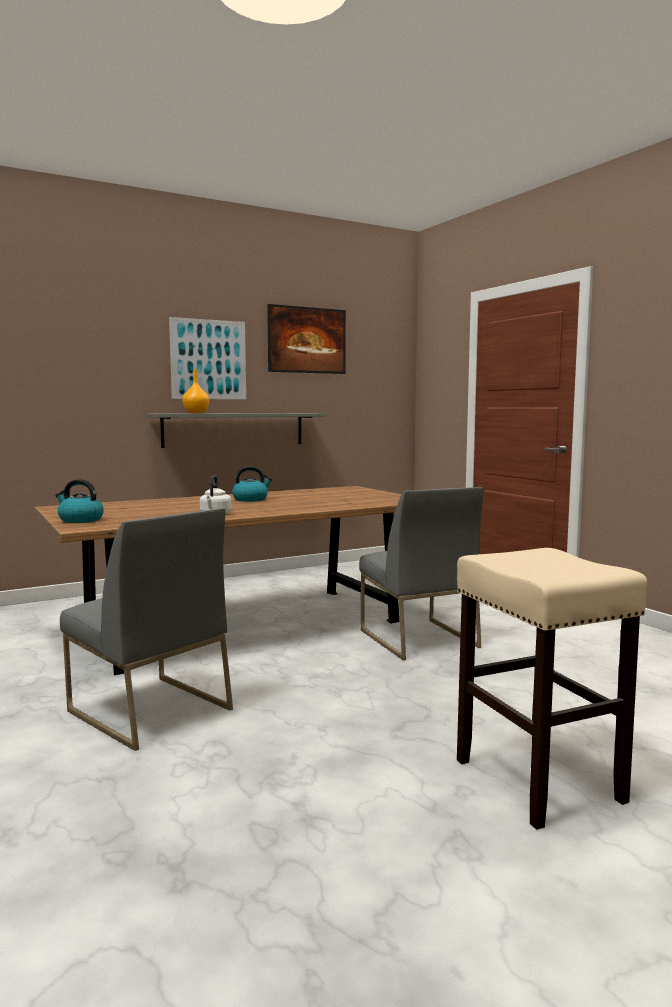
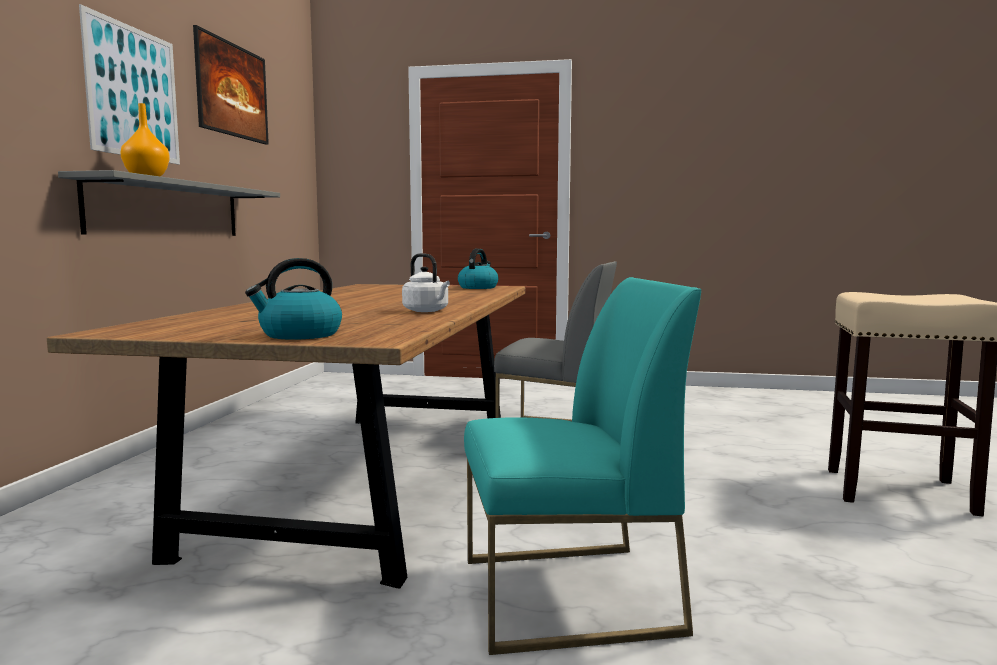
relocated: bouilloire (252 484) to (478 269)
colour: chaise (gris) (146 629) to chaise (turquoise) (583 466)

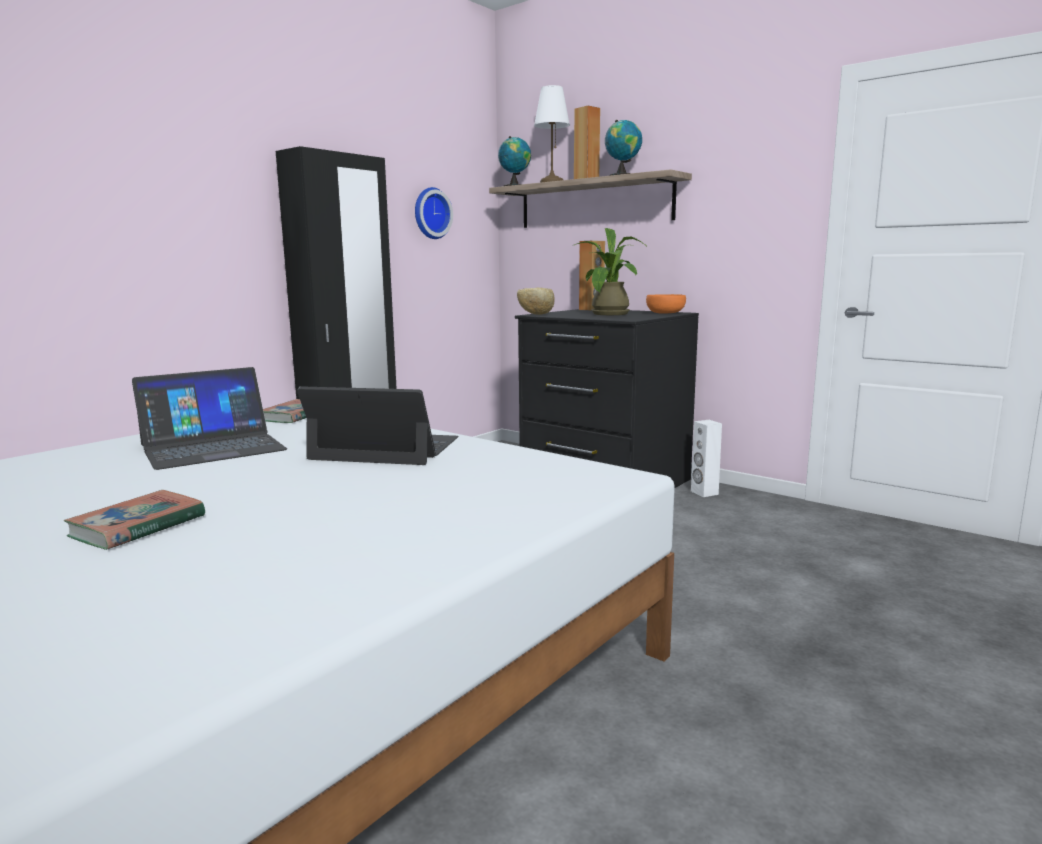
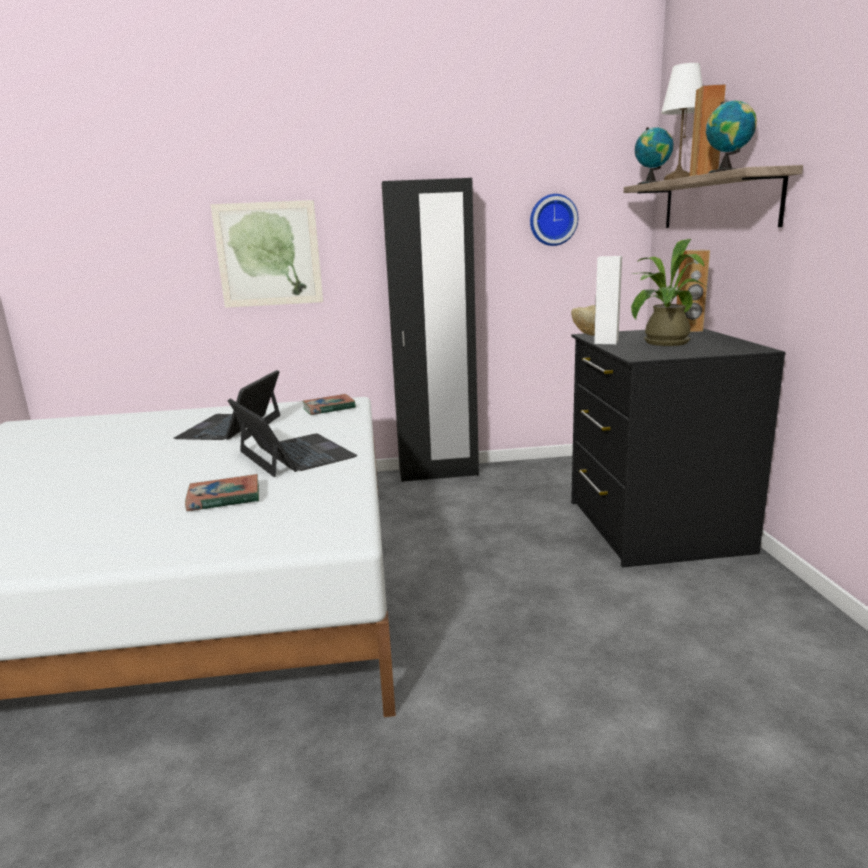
missing: bol (orange) (666 304)
appeared: tableau (267 254)
relocated: livre (134 520) to (222 492); enceinte (blanc) (706 458) to (608 300)
spun: ordinateur portable (209 418) = (227 405) 90 degrees clockwise

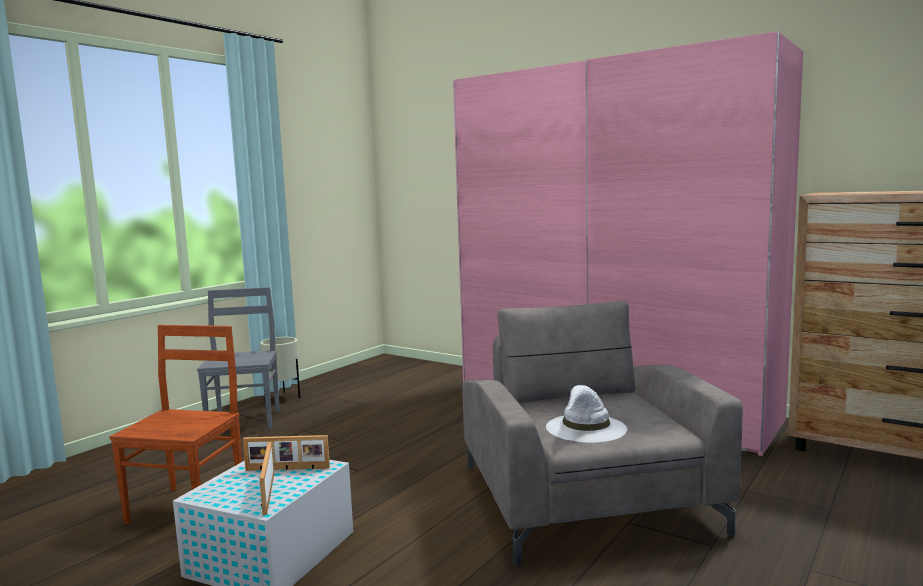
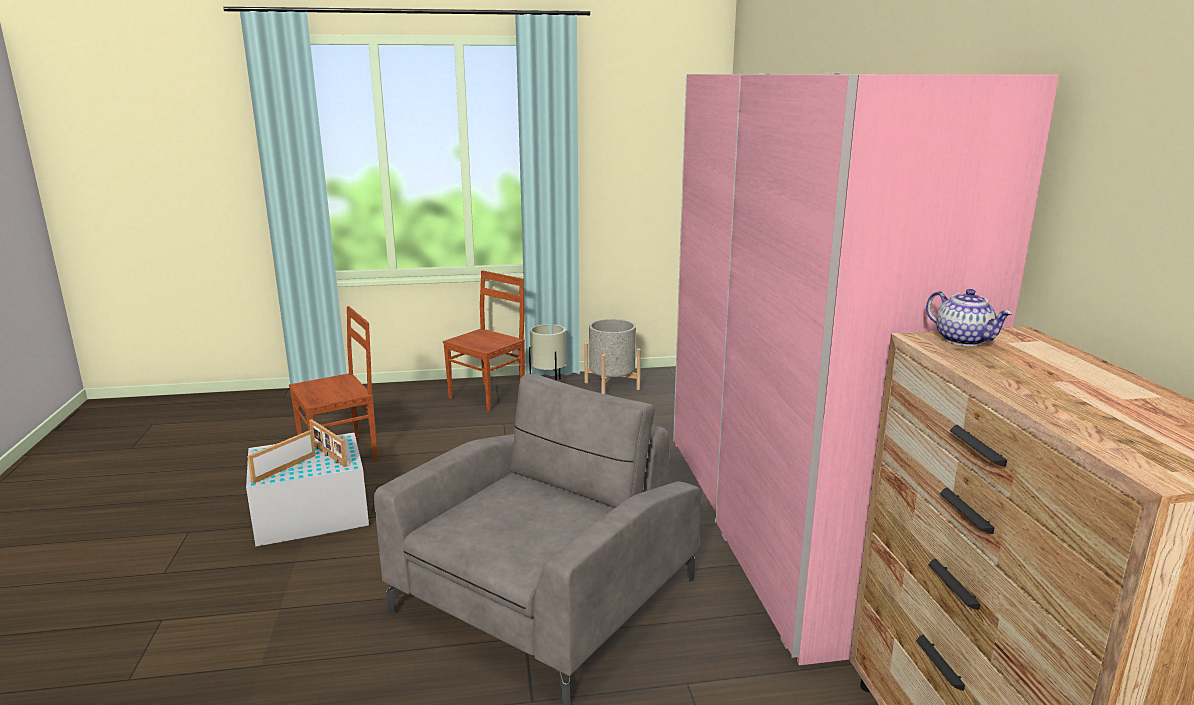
missing: chapeau (blanc) (586 414)
appeared: cache-pot (gris) (612 356); théière (969 317)
colour: chaise (gris) (238 358) to chaise (marron) (484 341)

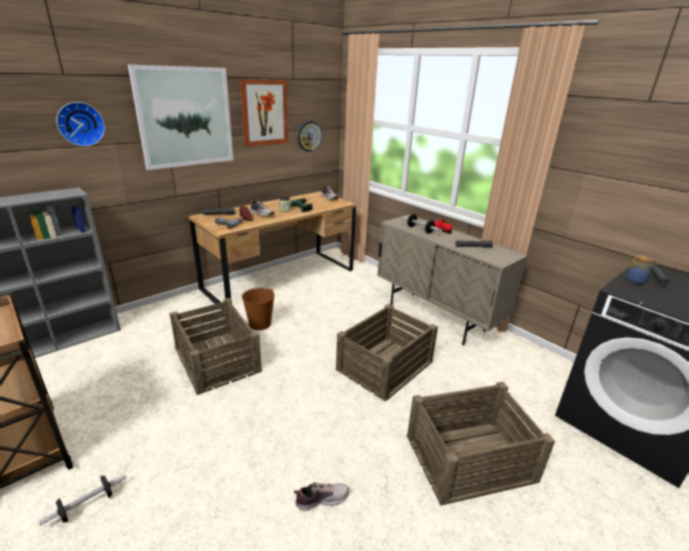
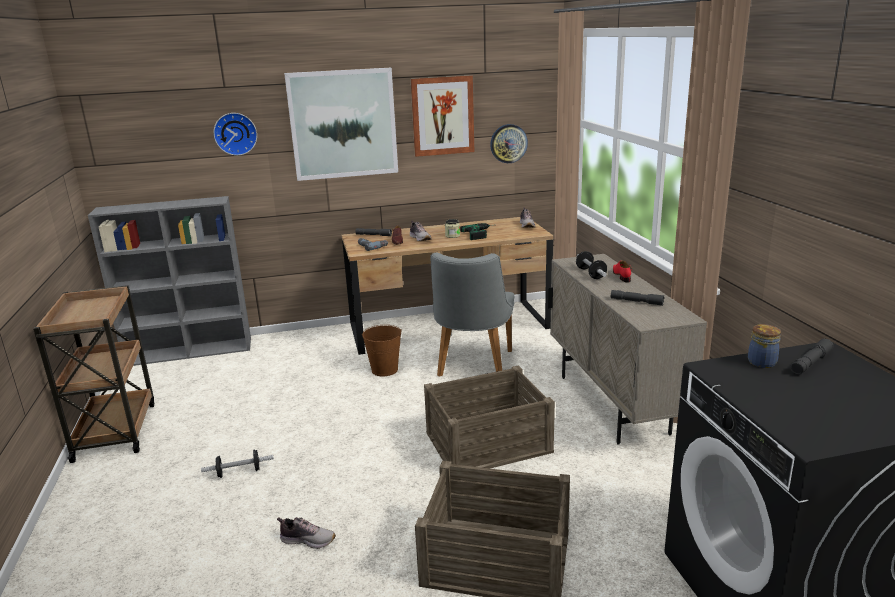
missing: caisse (215 346)
appeared: chaise (gris) (472 315)
relocated: haltère (82 499) to (237 464)

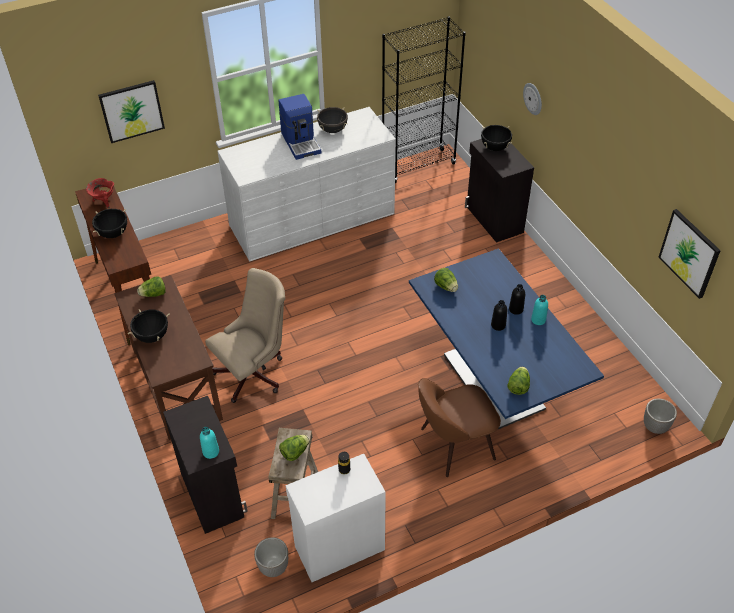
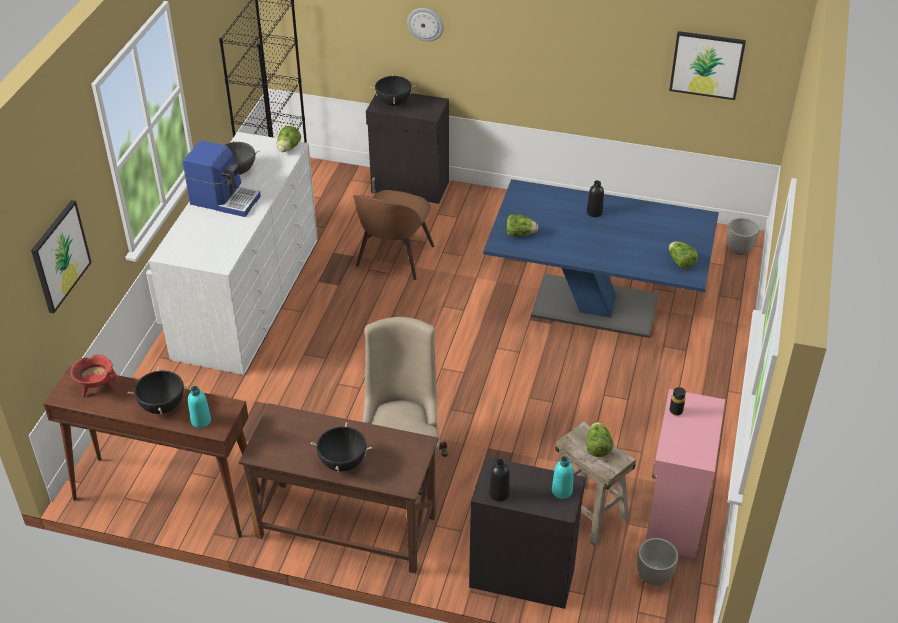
relocated: bouteille (turquoise) (539 310) to (199 407); laitue (151 286) to (289 139); chaise (marron) (459 427) to (394 235); bouteille (noir) (499 315) to (499 480)
colour: meuble de rangement (blanc) (336 518) to meuble de rangement (rose) (685 473)

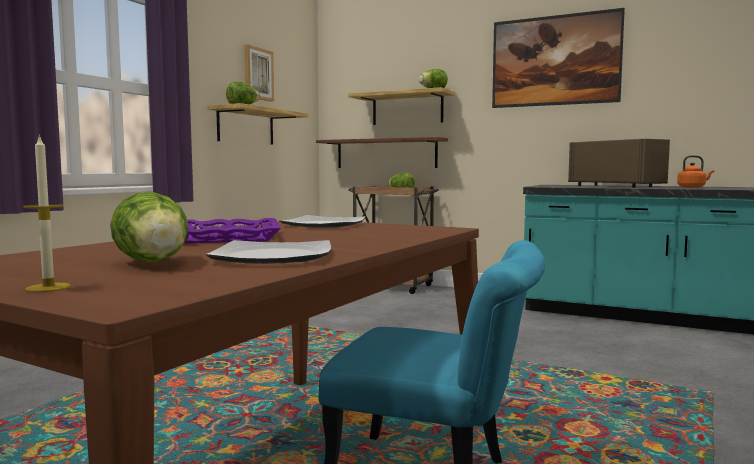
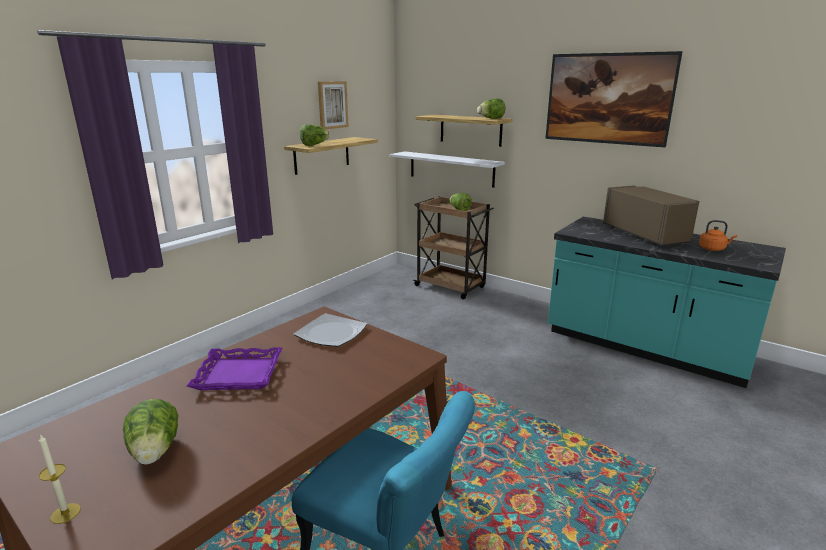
missing: assiette (268 252)
colour: étagère (marron) (382 152) to étagère (blanc) (447 169)

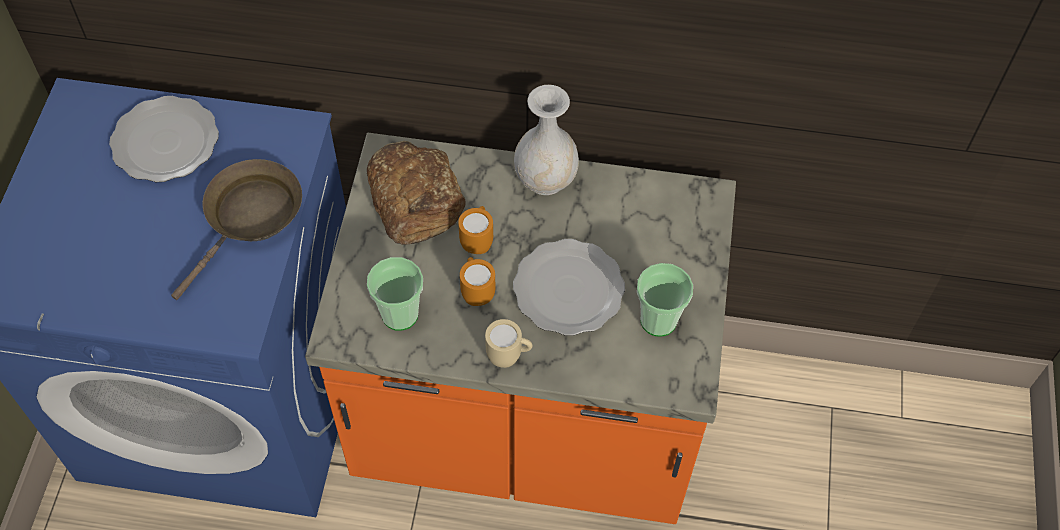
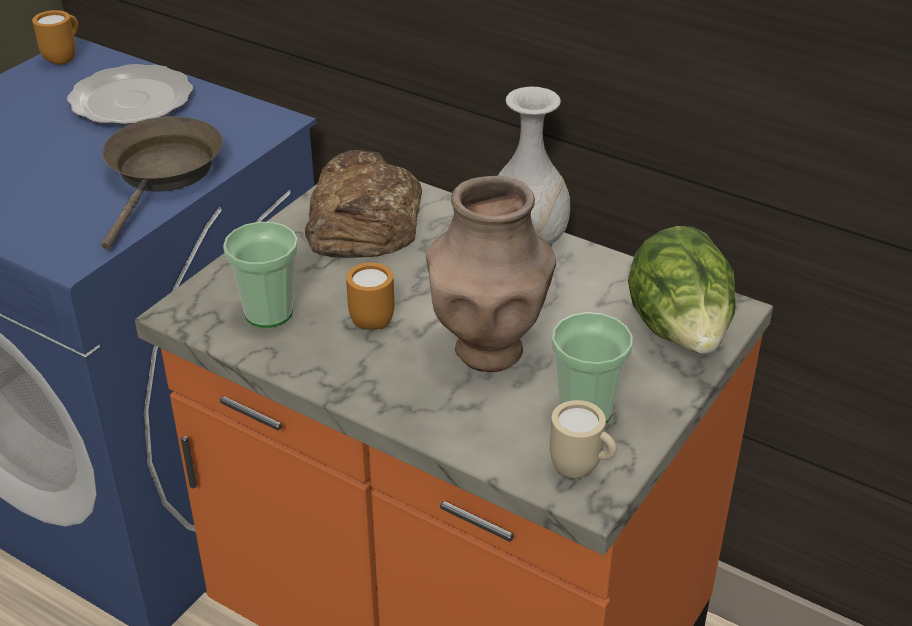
appeared: laitue (682 290)
relocated: mug (orange) (475 230) to (55 37); mug (beige) (509 343) to (583 439)
exchanged: assiette (569 287) to vase (marron) (491 274)
spun: poêle (marron) (236 229) = (162 183) 45 degrees counterclockwise

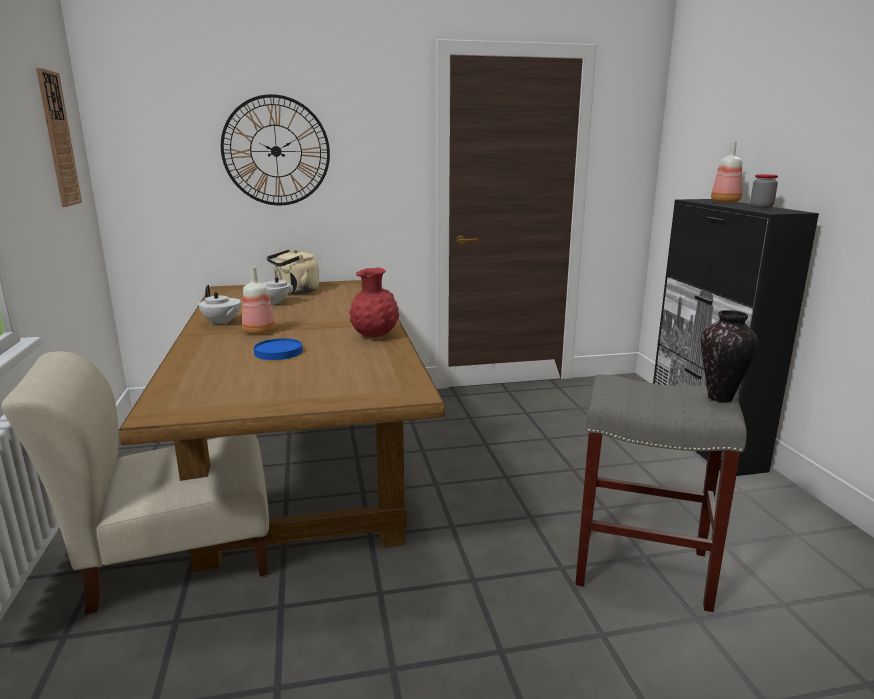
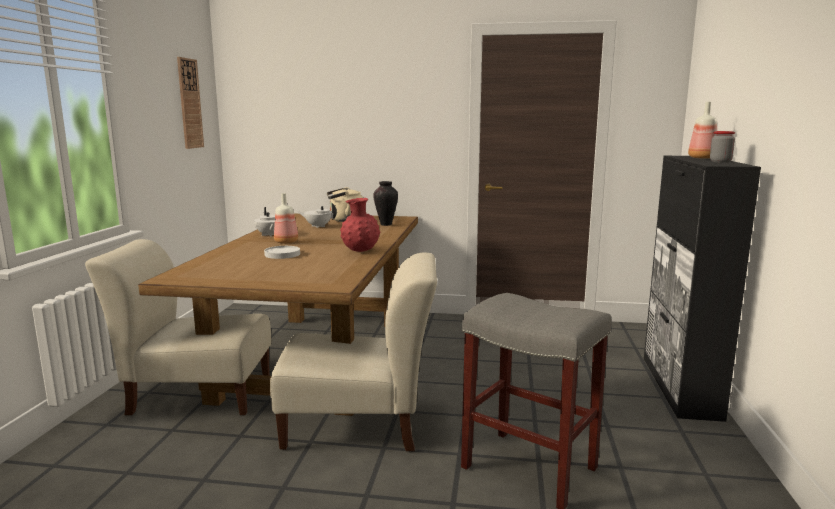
missing: horloge murale (275 150)
appeared: chaise (beige) (353 352)
relocated: vase (729 356) to (385 203)
colour: assiette (bleu) (278 349) to assiette (blanc) (282 252)

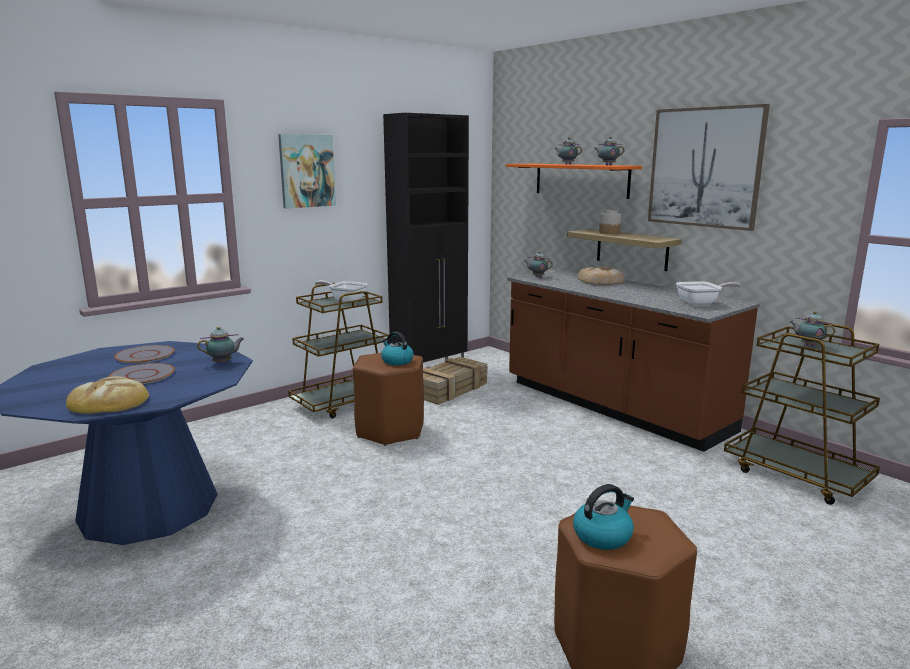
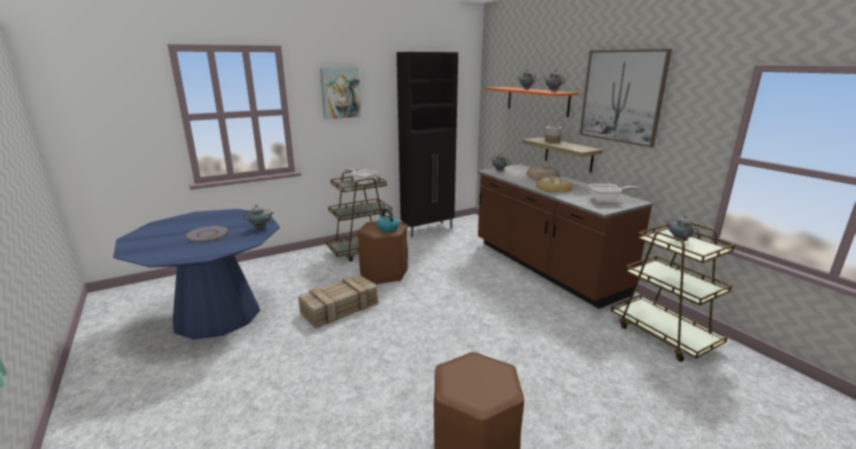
missing: assiette (gris) (144 354); bouilloire (603 517)
relocated: caisse (455 381) to (338 301); pain (107 395) to (554 184)

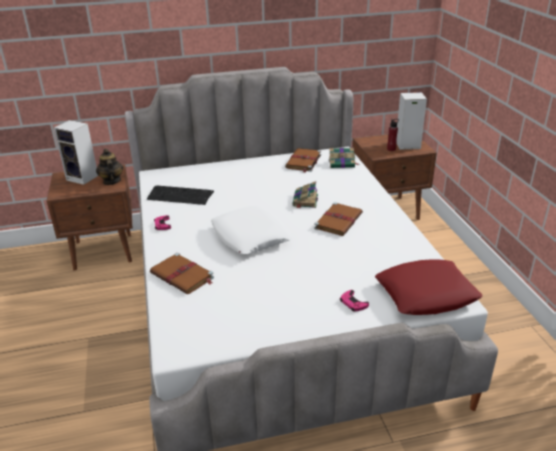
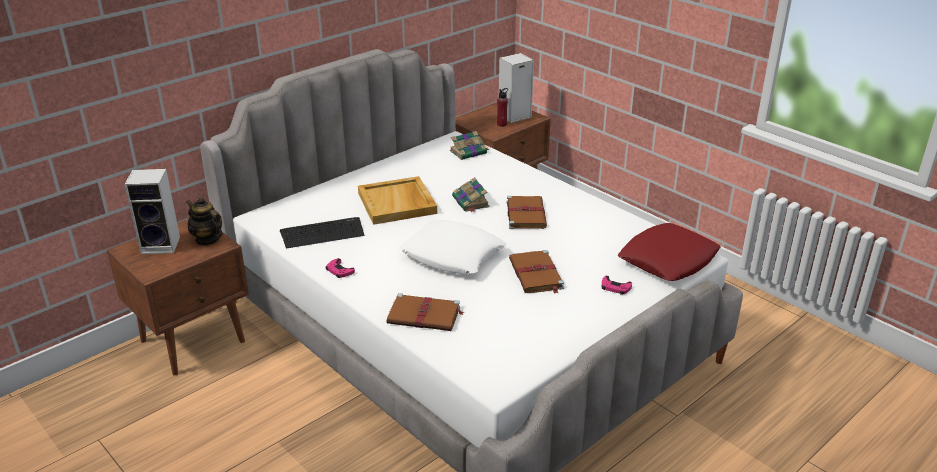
appeared: plateau (beige) (397 200)
relocated: livre (marron) (303 160) to (536 272)

